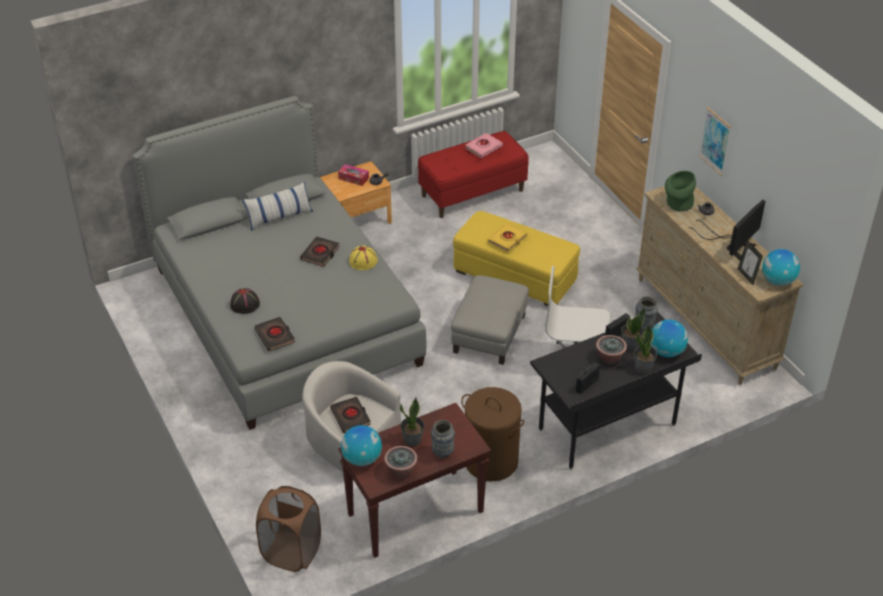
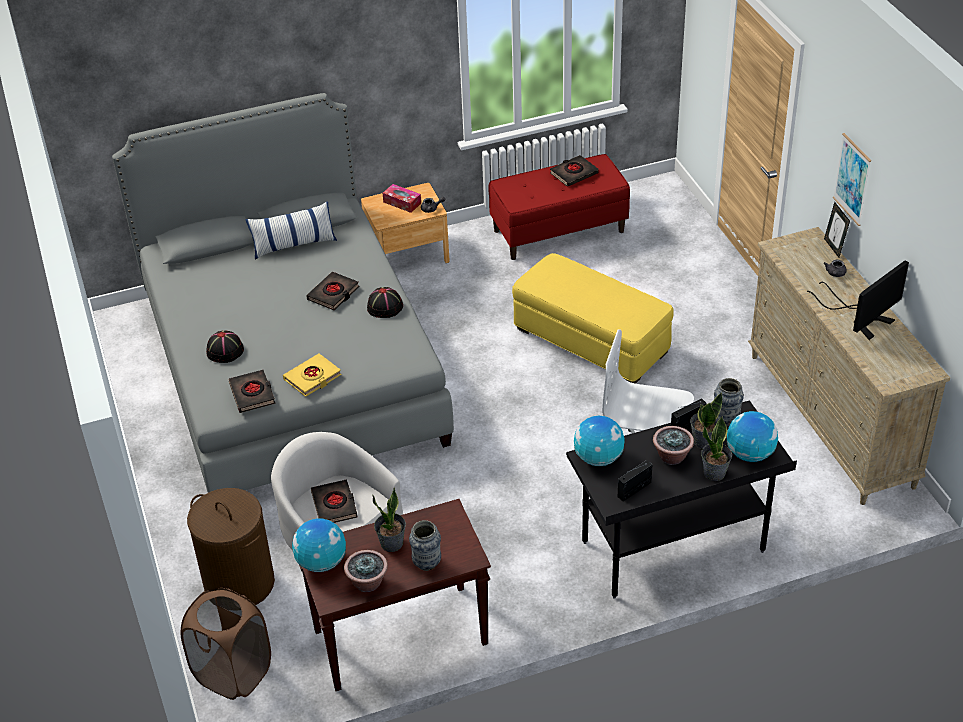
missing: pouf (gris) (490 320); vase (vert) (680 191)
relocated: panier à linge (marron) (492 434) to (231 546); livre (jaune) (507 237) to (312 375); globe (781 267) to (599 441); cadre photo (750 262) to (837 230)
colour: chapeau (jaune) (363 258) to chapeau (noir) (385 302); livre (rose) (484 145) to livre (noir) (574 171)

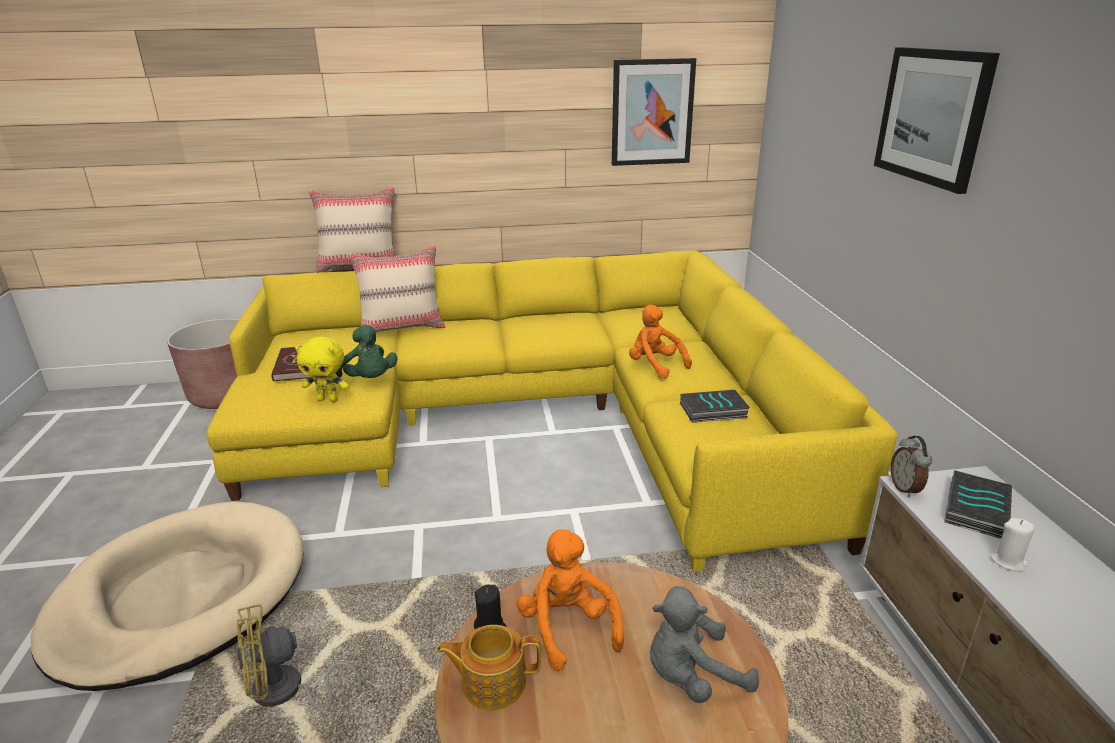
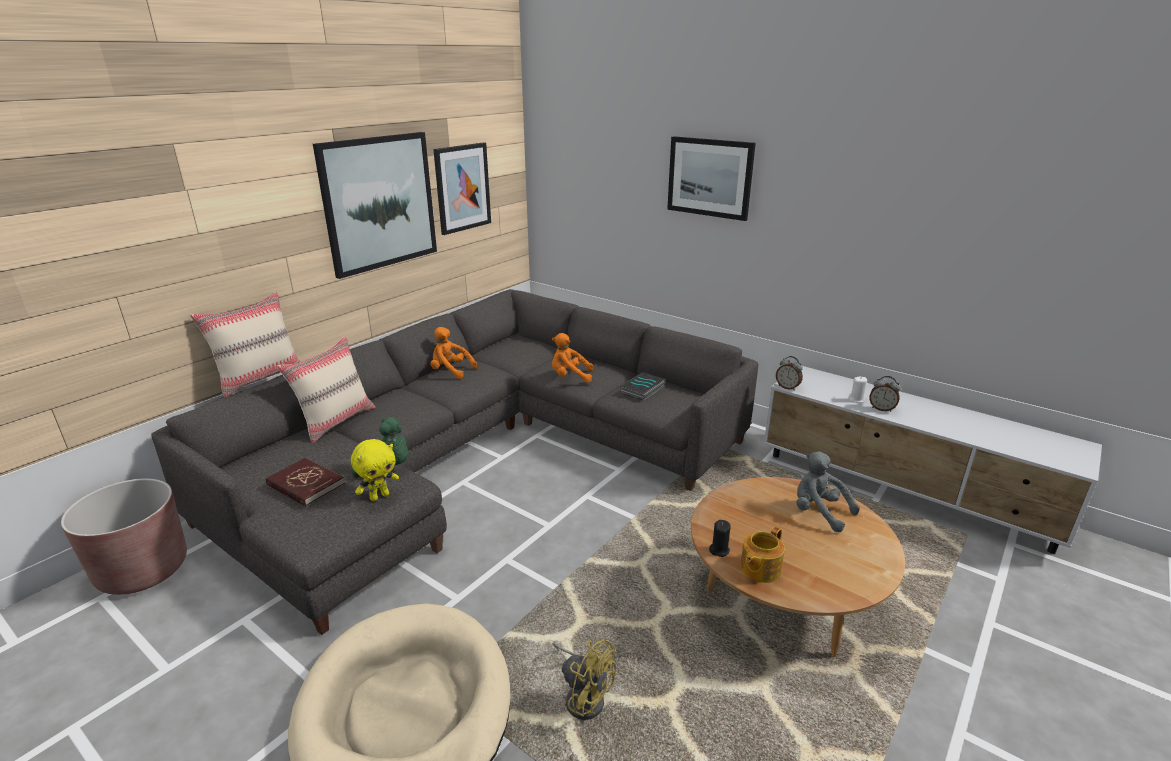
missing: livre (978 504)
appeared: tableau (375 205); réveil (885 394)
relocated: peluche (orange) (570 600) to (453 353)
colour: canapé (jaune) (552 411) to canapé (gris) (455 462)
spun: ventilateur (jaune) (299 658) = (584 679) 75 degrees counterclockwise; peluche (gris) (704 644) = (828 491) 105 degrees clockwise

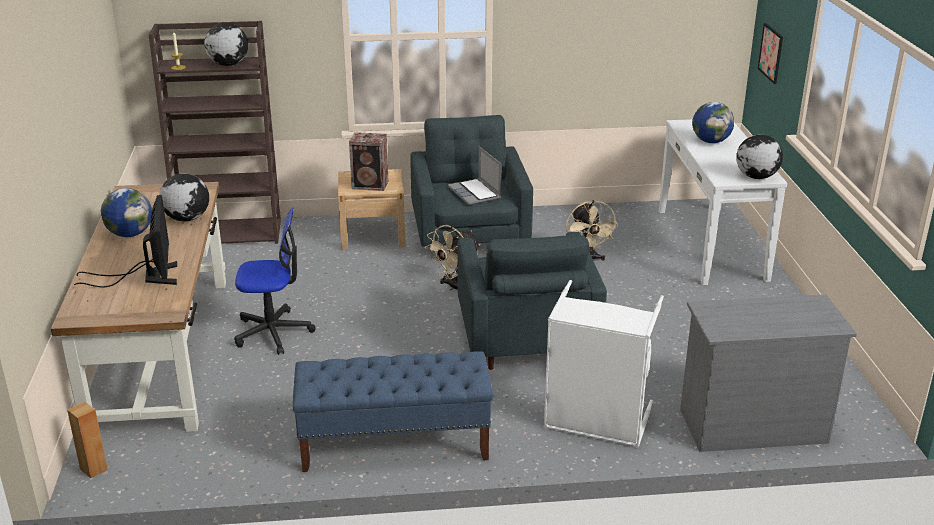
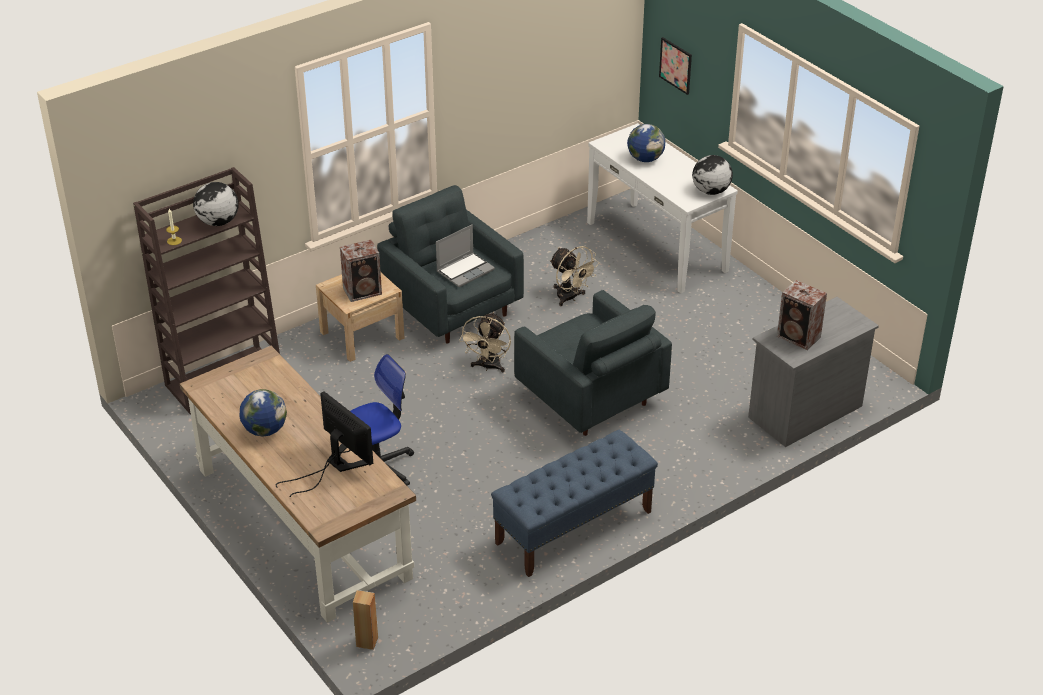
missing: globe (184 197); panier à linge (blanc) (603 364)
appeared: enceinte (802 315)
spun: ordinateur portable (474 175) = (465 255) 75 degrees counterclockwise

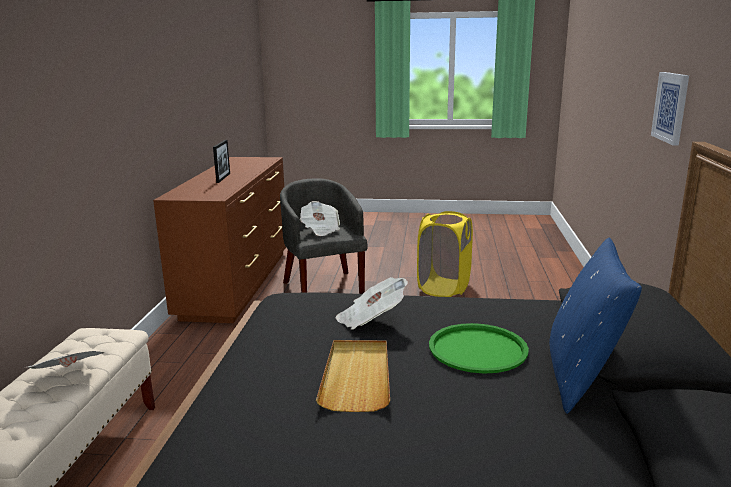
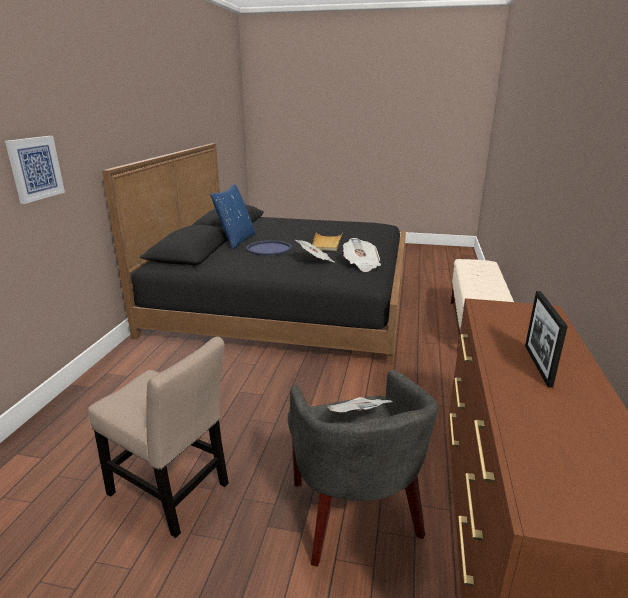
relocated: journal (66 360) to (362 255)
exchanged: panier à linge (jaune) (445 254) to chaise (beige) (158 437)
colour: plateau (vert) (479 348) to plateau (bleu) (269 247)

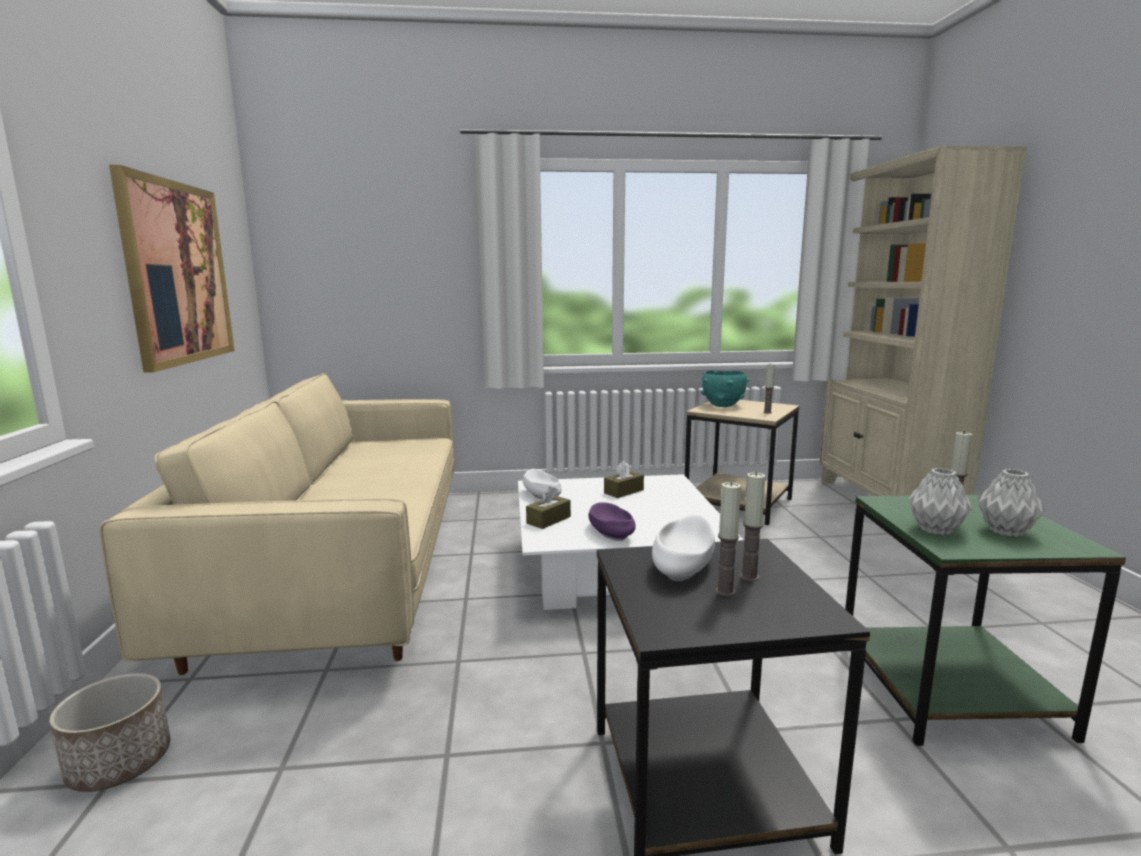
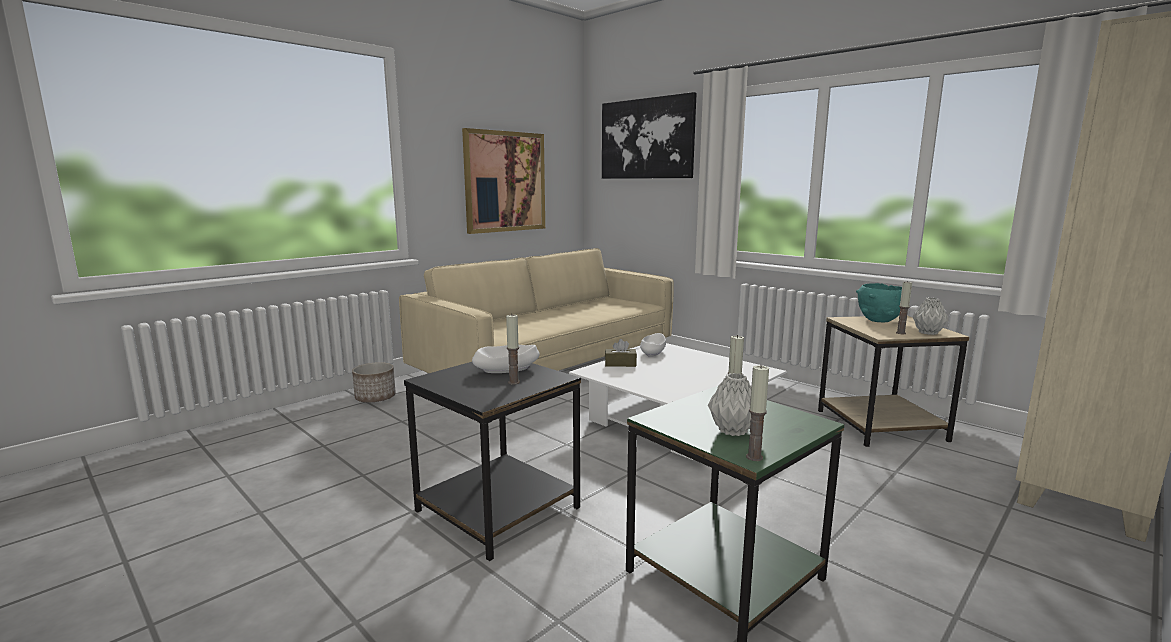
missing: bol (violet) (612 521); boîte à mouchoirs (marron) (624 479)
appeared: tableau (649 135)
relocated: bougie (728 539) to (757 413); vase (gris) (940 501) to (931 316)

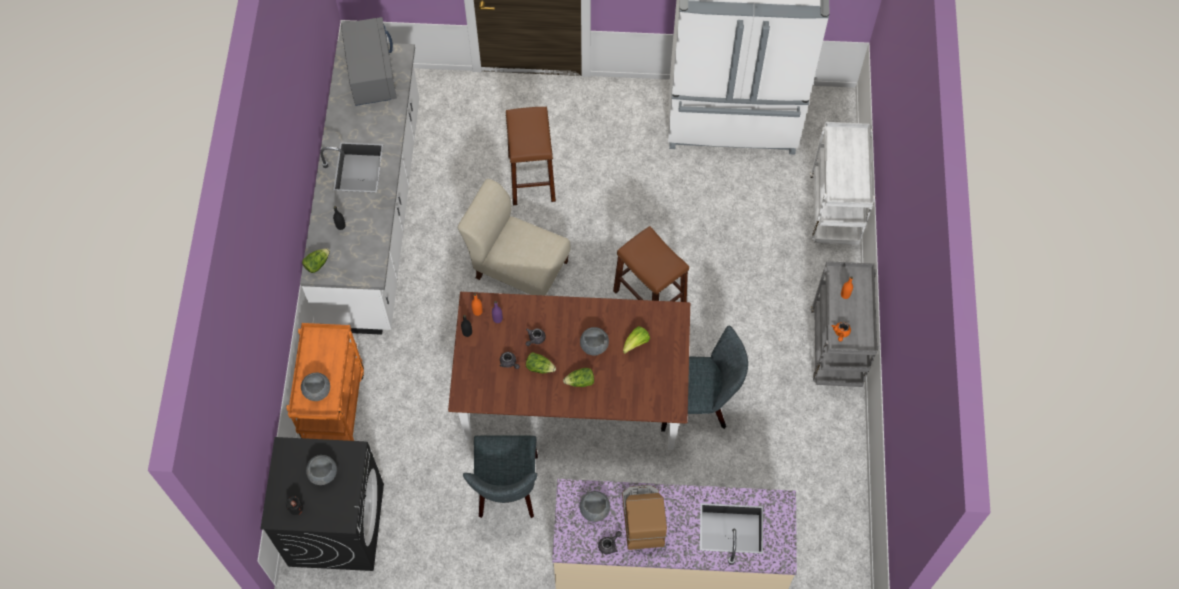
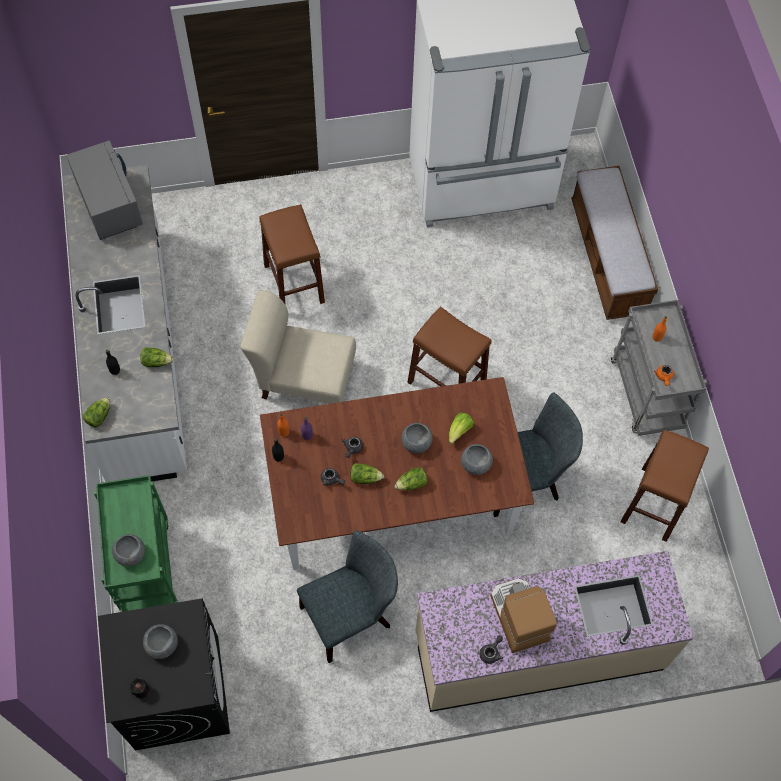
appeared: laitue (157 357); tabouret (marron) (665 486)
relocated: bol (gris) (594 506) to (477 459)
exchanged: chariot (blanc) (842 183) to banc (614 243)
colour: chariot (orange) (325 382) to chariot (vert) (136 543)
spun: chaise (gris) (500 477) = (347 596) 105 degrees counterclockwise

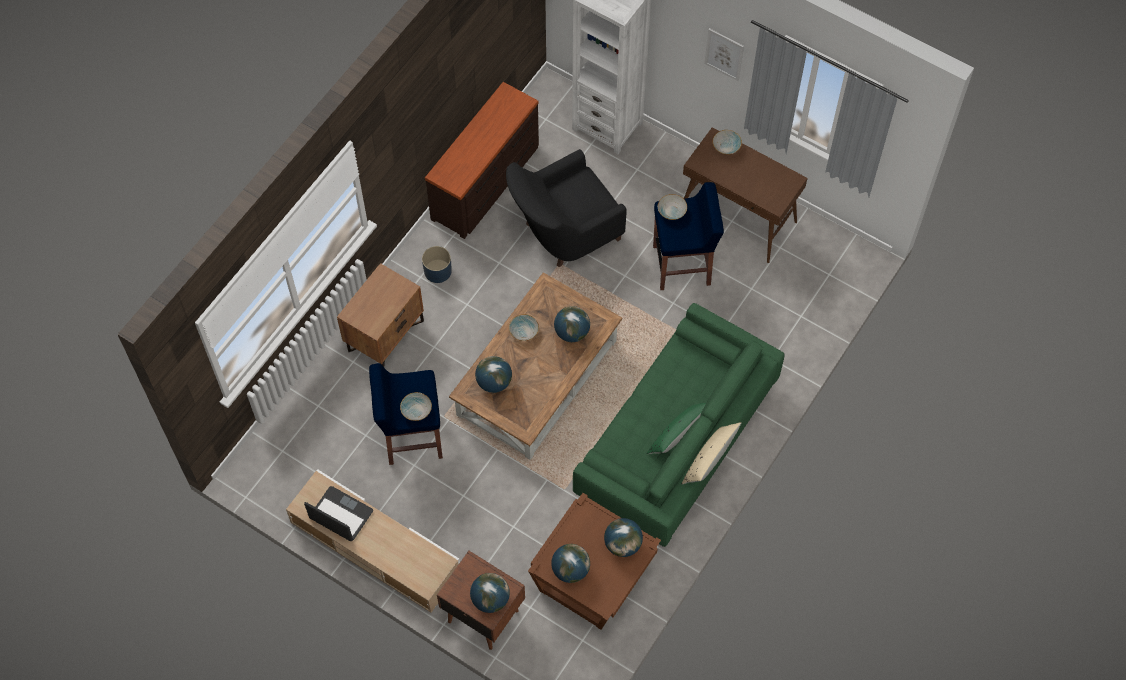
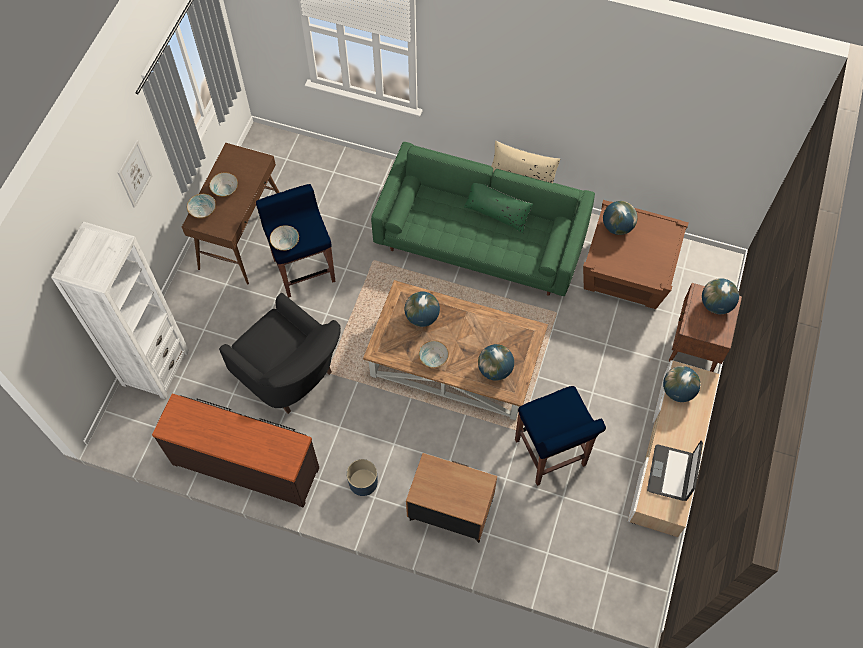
relocated: bol (416 406) to (223 185); globe (570 563) to (681 384)

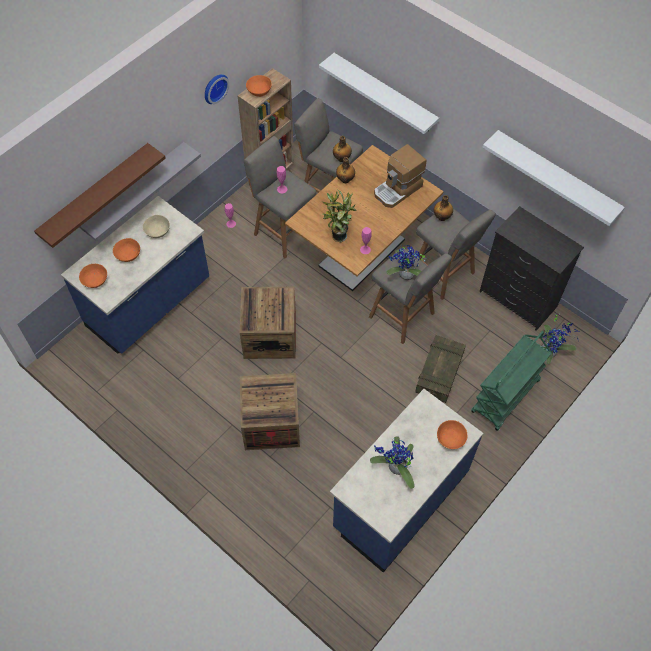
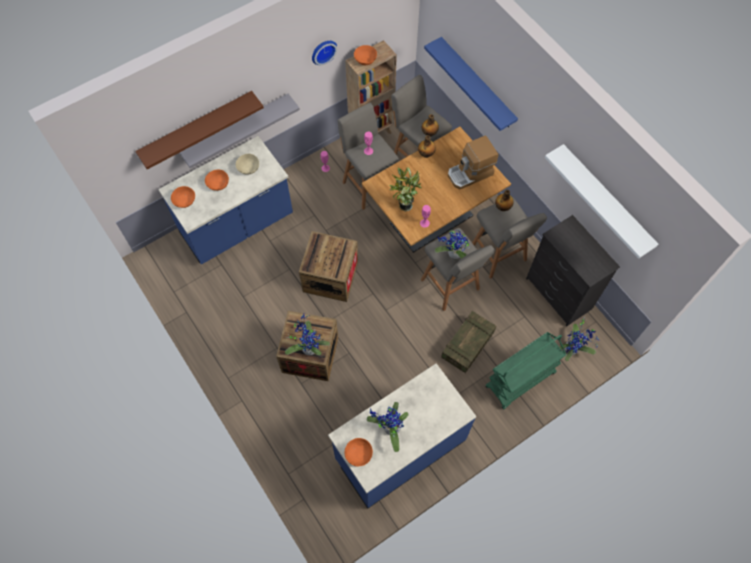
appeared: plante en pot (307 335)
relocated: bol (orange) (452 434) to (359 452)
colour: étagère (blanc) (379 93) to étagère (bleu) (471 84)

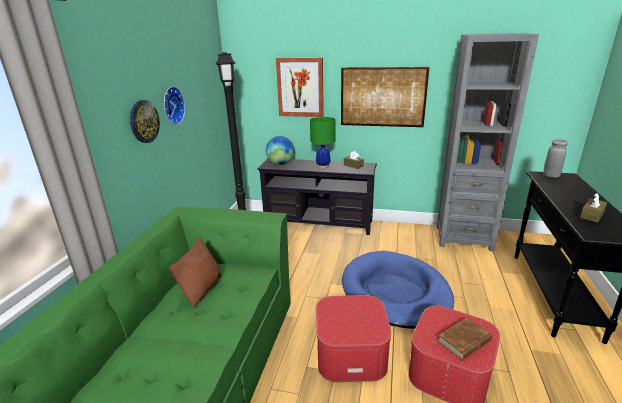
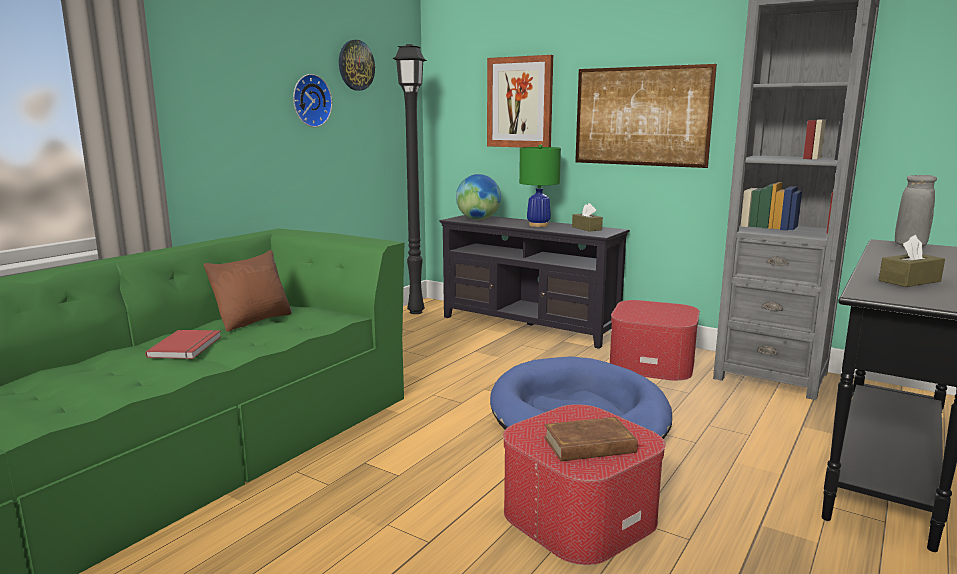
appeared: livre (rouge) (183 344)
relocated: horloge murale (145 121) to (357 65); pouf (354 338) to (655 340)

